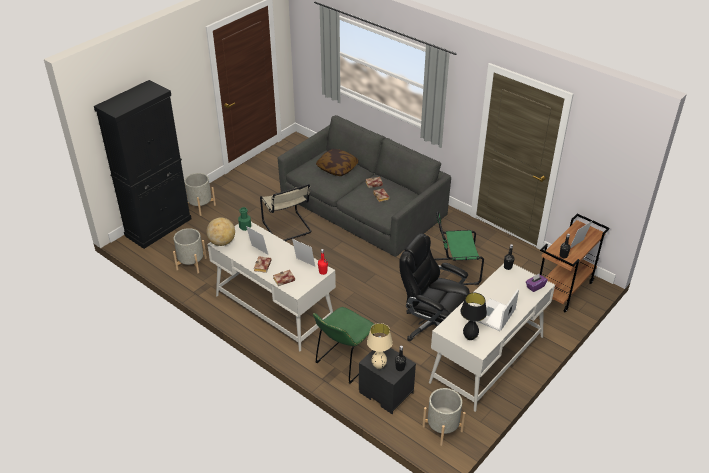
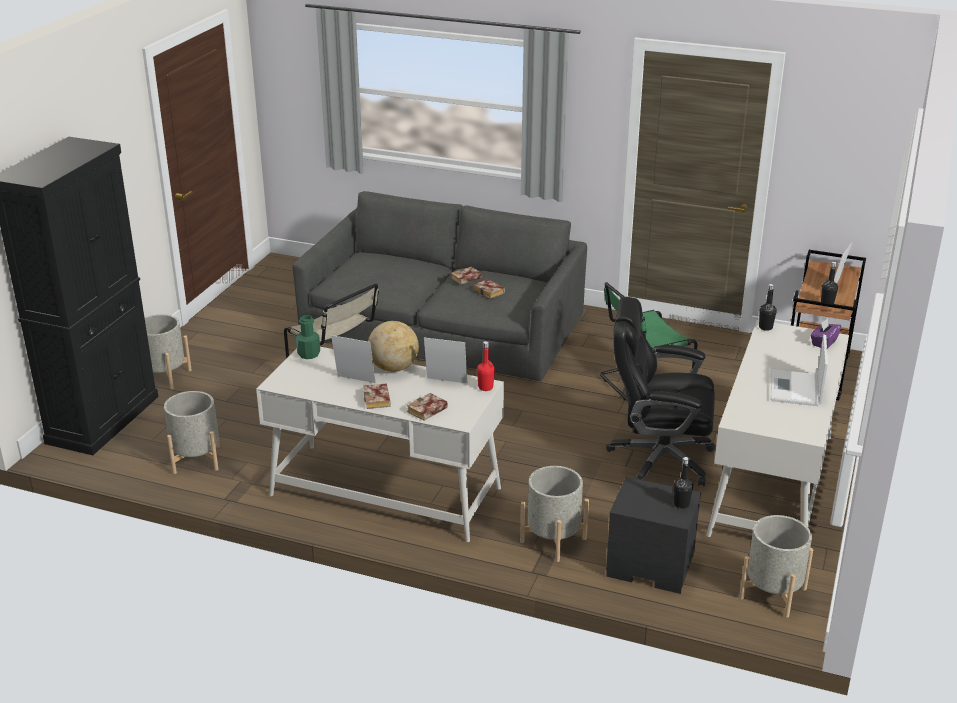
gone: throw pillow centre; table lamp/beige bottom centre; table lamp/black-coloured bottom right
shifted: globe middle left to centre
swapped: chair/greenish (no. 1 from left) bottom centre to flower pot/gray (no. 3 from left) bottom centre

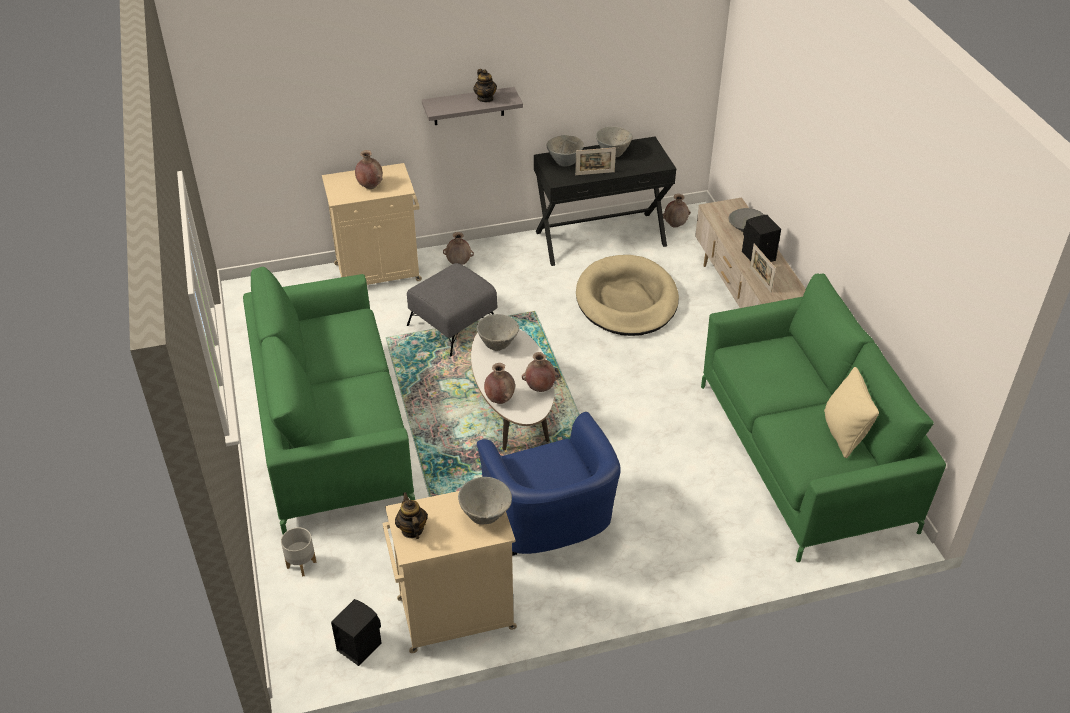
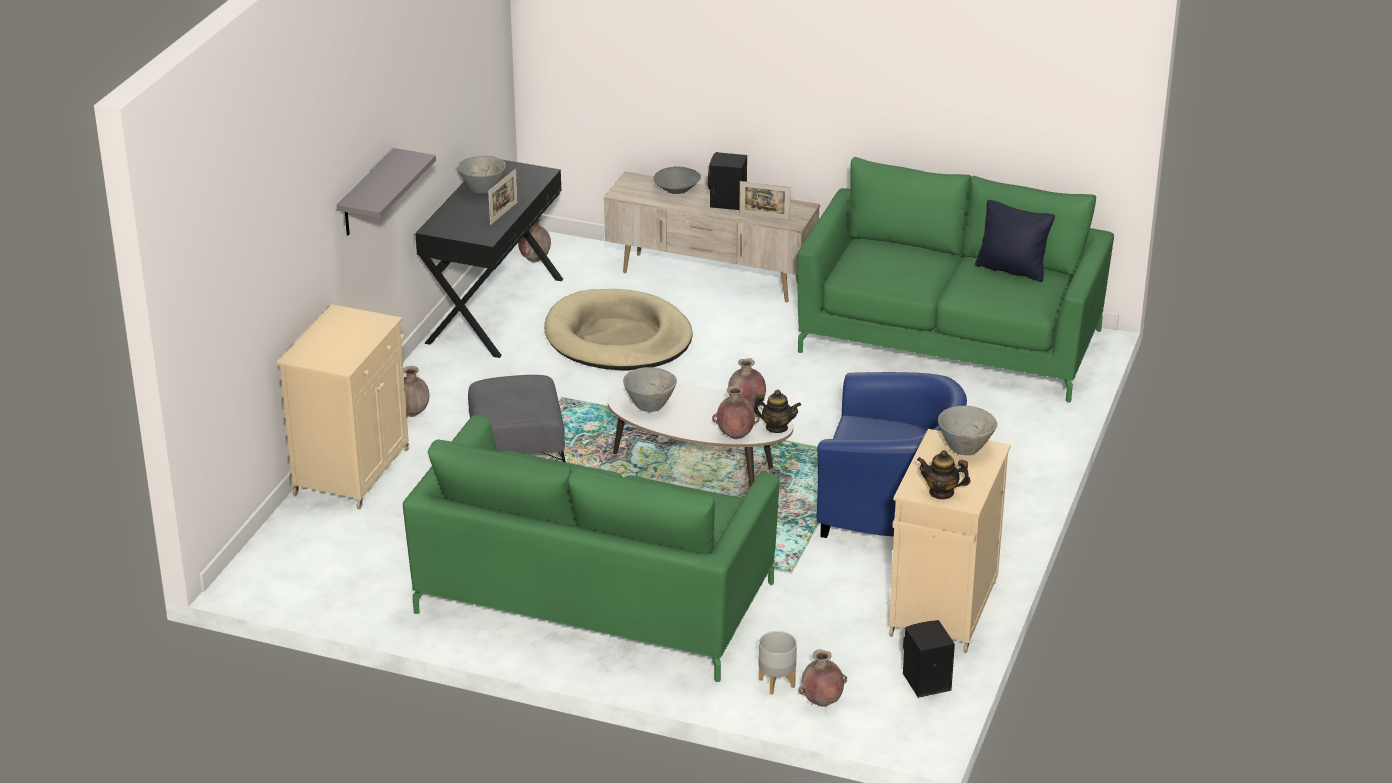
gone: bowl/gray (no. 3 from left) top centre
shifted: pot for tea (no. 2 from left in the first image) top centre to pot for tea (no. 1 from left) centre; flower vase/brownish (no. 1 from left in the first image) top centre to flower vase/brownish (no. 5 from left) bottom centre
repainted: throw pillow/beige middle right to throw pillow/black-coloured top right

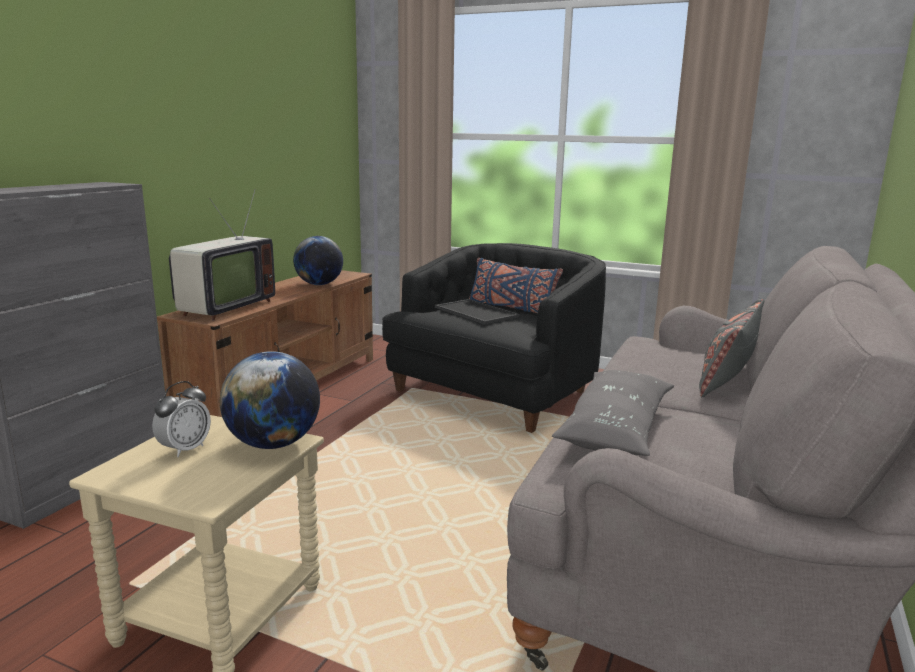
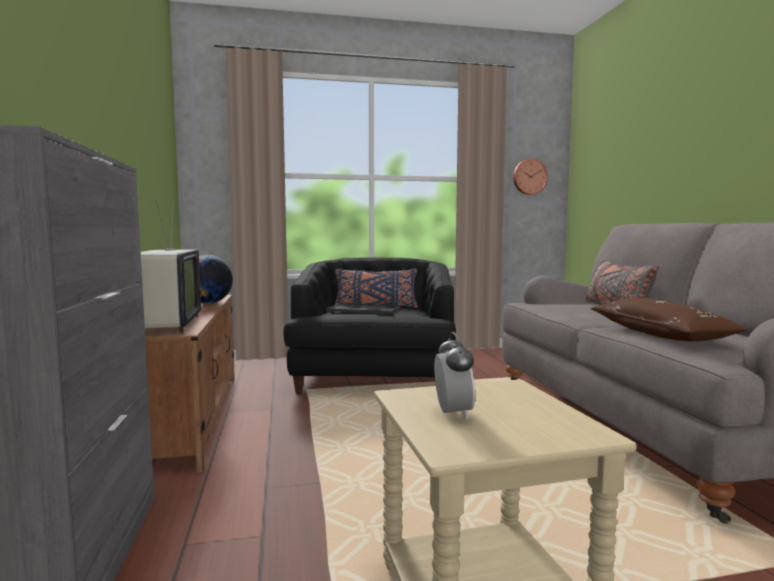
gone: globe (no. 1 from left) middle left
new: clock on the wall top right
repainted: throw pillow/gray (no. 1 from left) middle right to throw pillow/brownish middle right

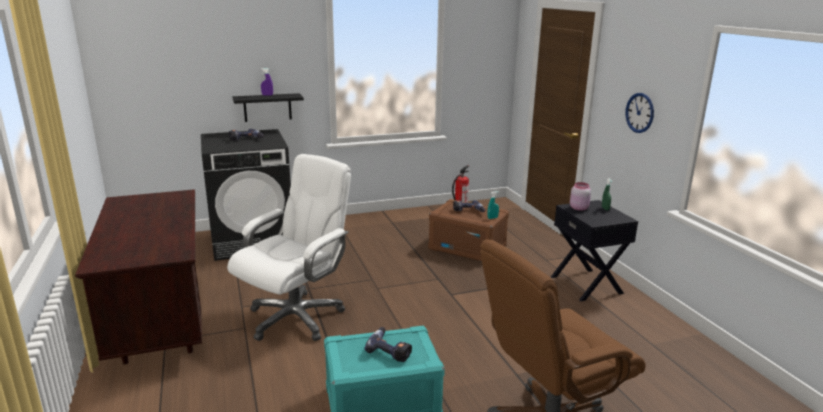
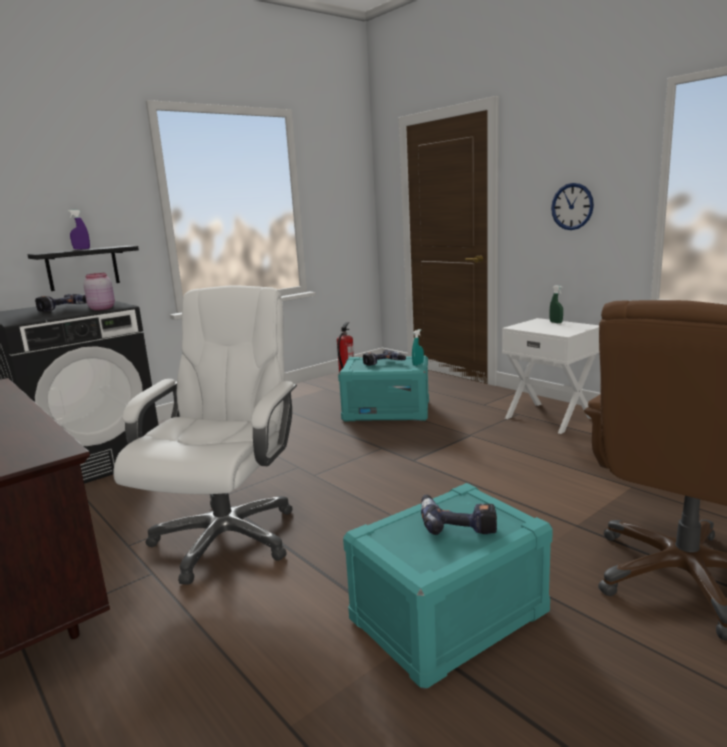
shifted: storage jar/pink middle right to middle left
repainted: storage bin/brownish centre to storage bin/blue-green (no. 1 from left) centre; night table/black-coloured middle right to night table/white middle right

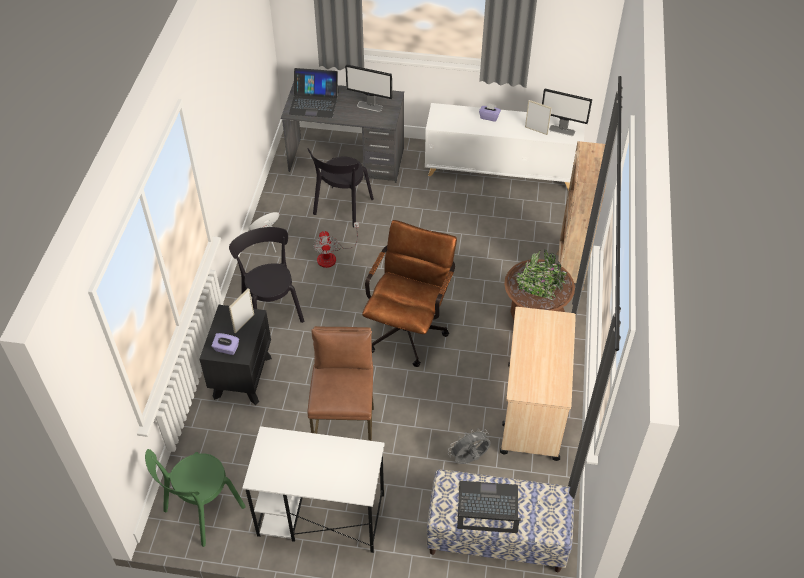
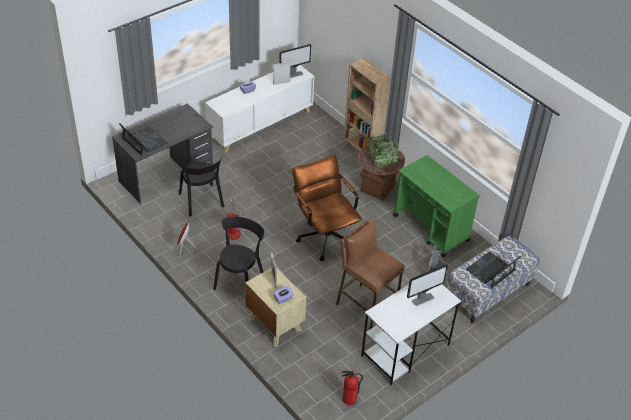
shifted: computer display (no. 1 from left in the first image) top centre to computer display (no. 2 from left) bottom right
swapped: chair/greenish bottom left to fire extinguisher bottom centre
repainted: night table/black-coloured middle left to night table/beige bottom centre; trolley/beige middle right to trolley/greenish middle right
rotated: laptop (no. 1 from left) top centre = top left 90 degrees counterclockwise; chair/black-coloured (no. 1 from left in the first image) middle left = centre 90 degrees clockwise

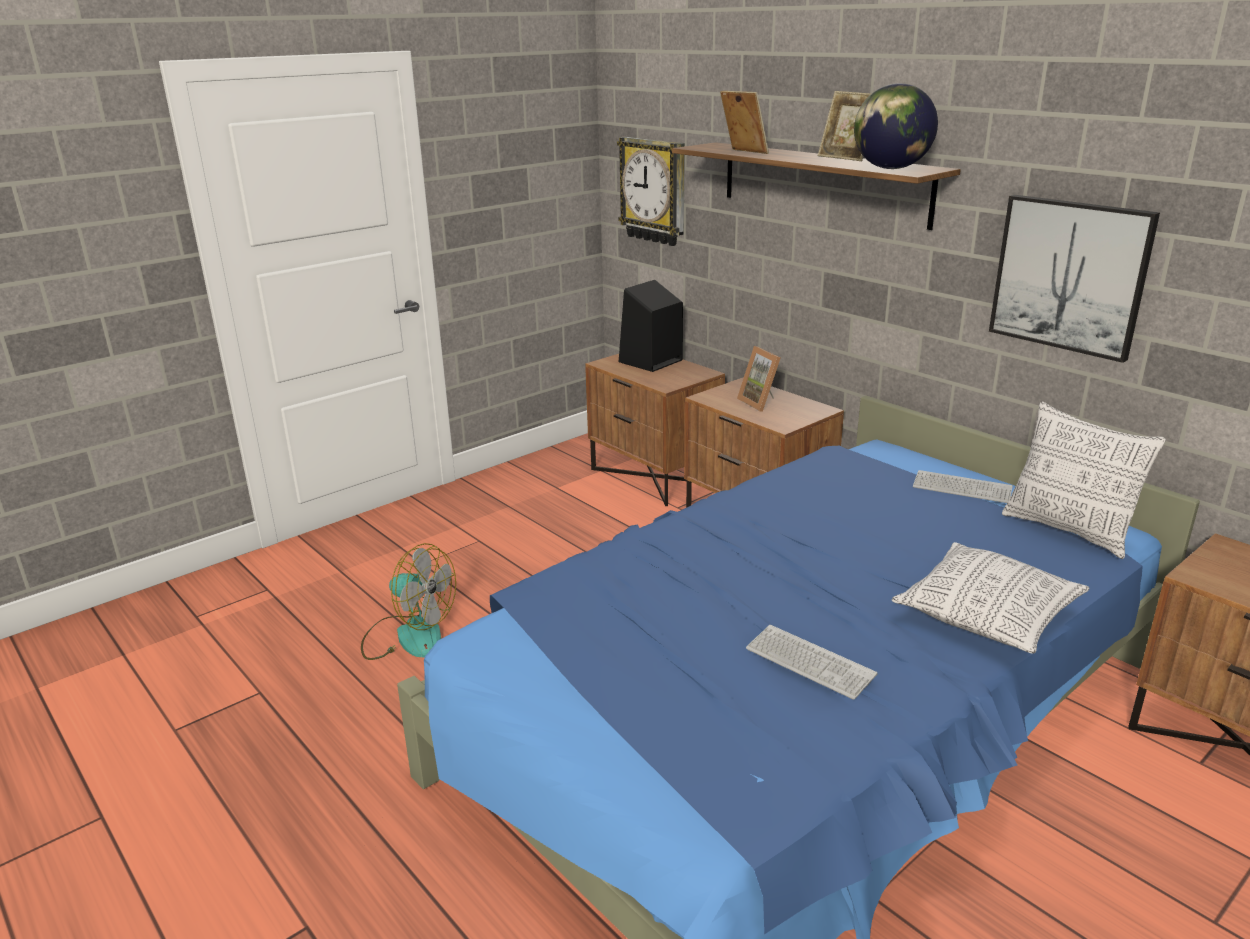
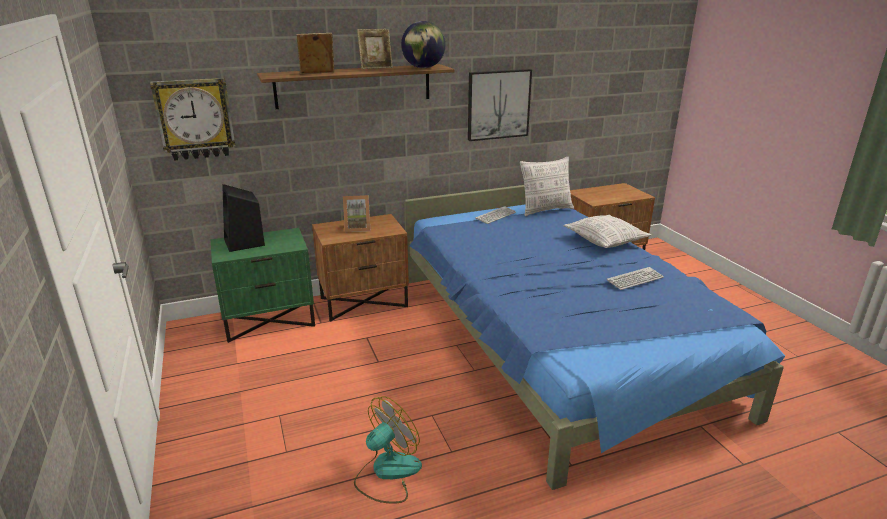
repainted: night table/brownish (no. 1 from left) centre to night table/greenish middle left

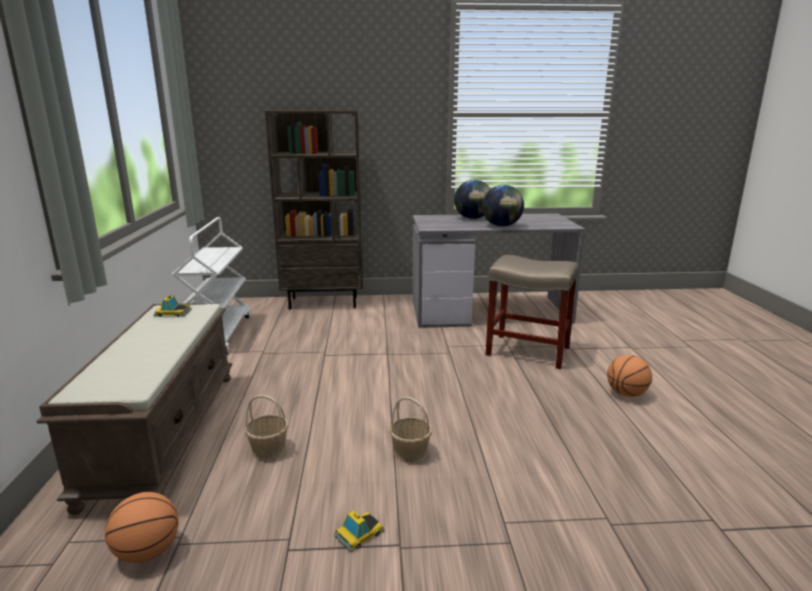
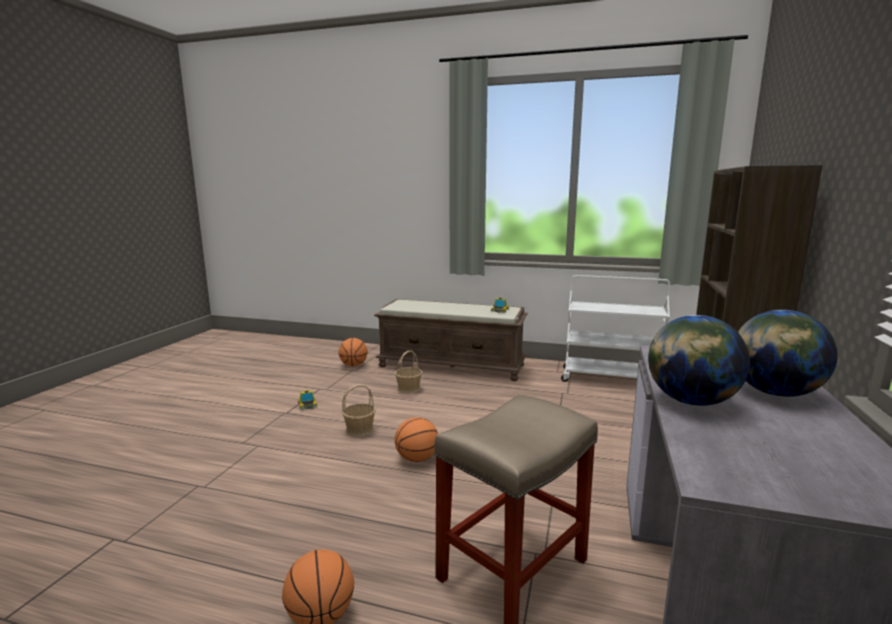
new: basketball (no. 3 from left) bottom centre

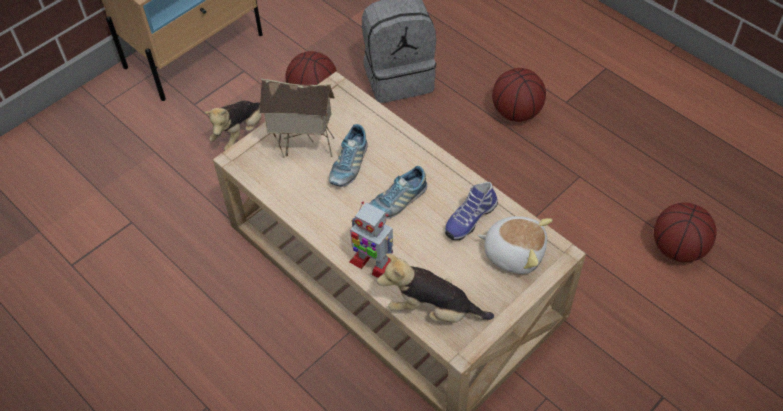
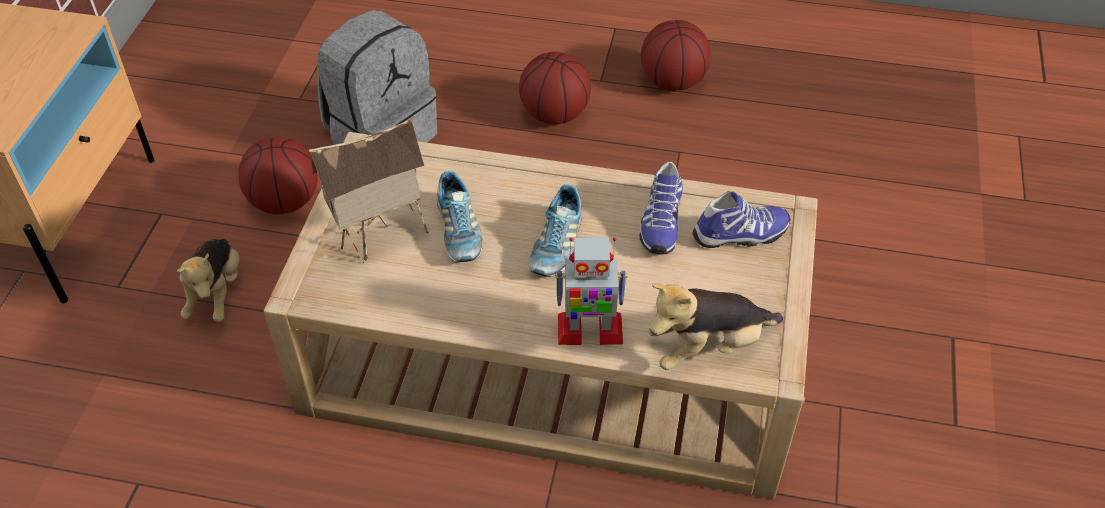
shifted: basketball (no. 3 from left) middle right to top centre
swapped: soft toy (no. 3 from left) centre to item of footwear (no. 4 from left) middle right

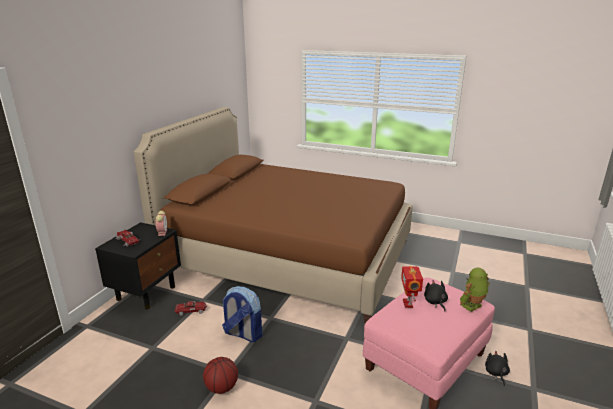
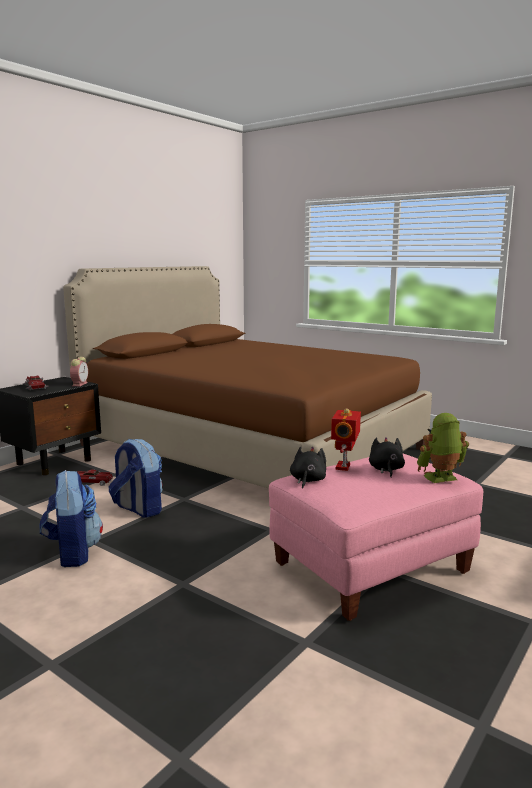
shifted: soft toy/black-coloured (no. 2 from left in the first image) bottom right to soft toy/black-coloured (no. 1 from left) centre
swapped: basketball bottom centre to knapsack (no. 1 from left) middle left

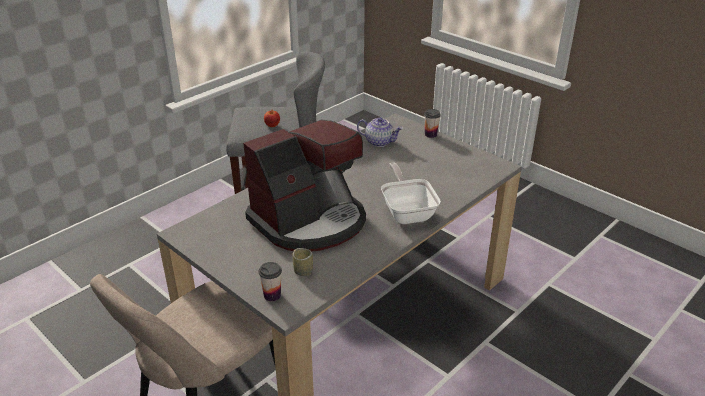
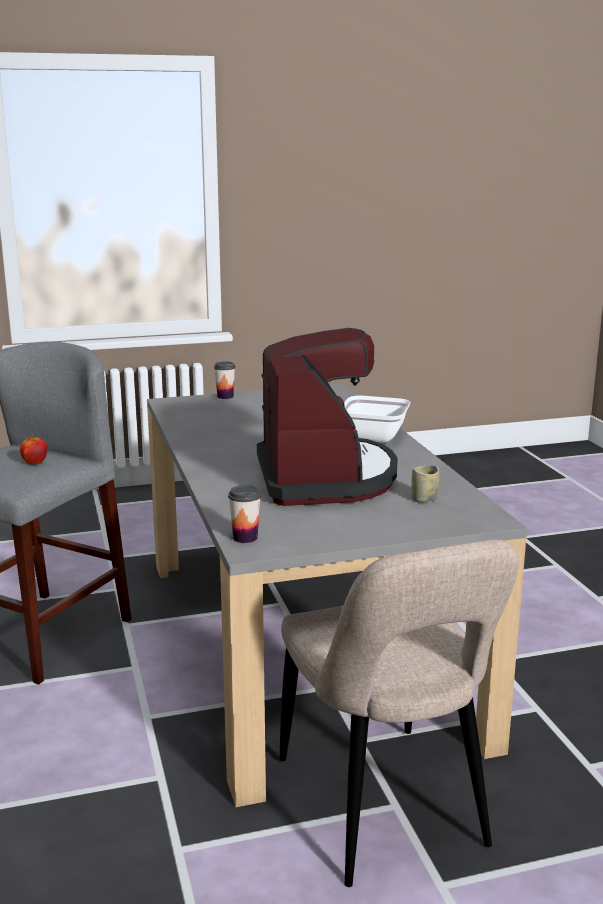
gone: pot for tea centre
shifted: drinking cup (no. 1 from left in the first image) bottom centre to drinking cup (no. 2 from left) centre

